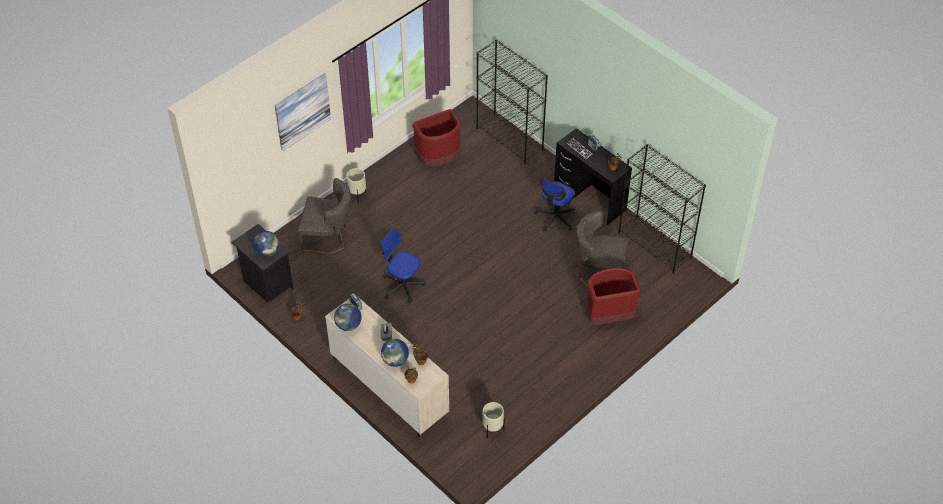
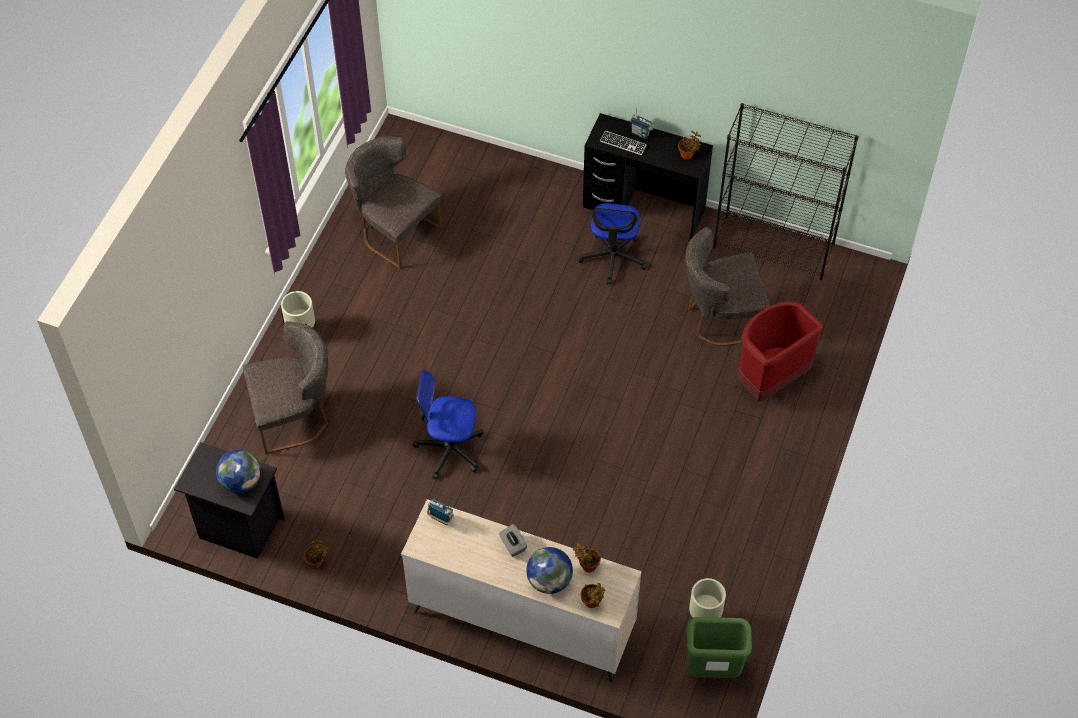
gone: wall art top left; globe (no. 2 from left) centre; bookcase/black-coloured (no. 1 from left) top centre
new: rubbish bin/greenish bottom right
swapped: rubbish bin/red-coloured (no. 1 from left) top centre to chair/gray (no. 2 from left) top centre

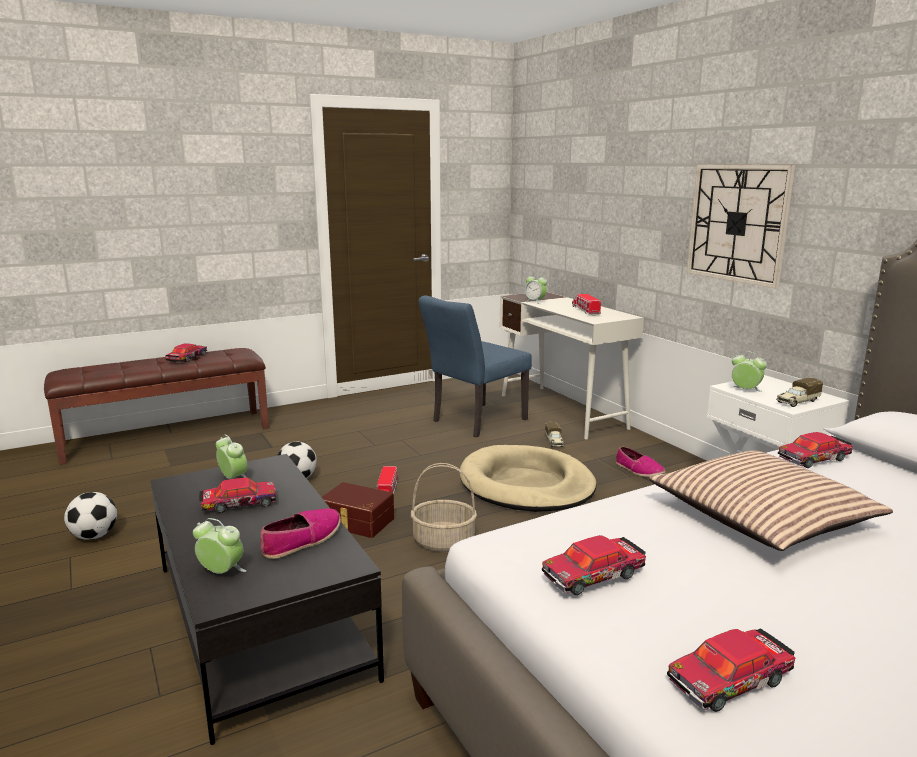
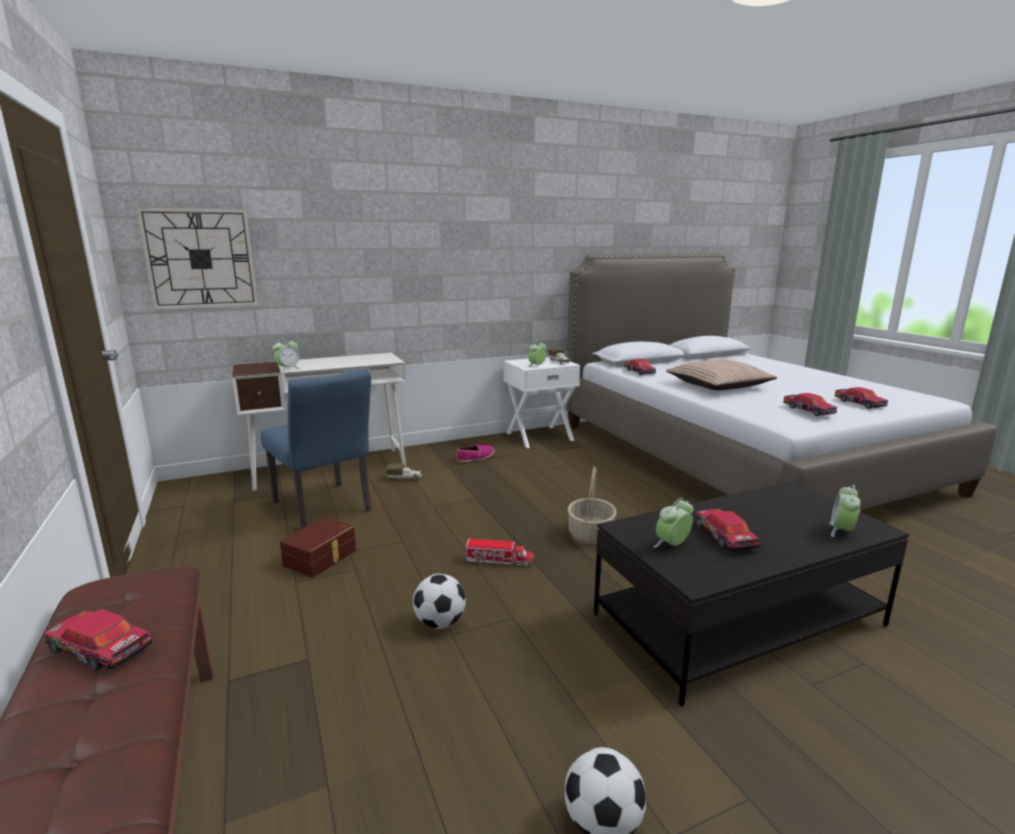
gone: item of footwear (no. 1 from left) bottom left; dog bed/beige centre; toy lorry (no. 3 from left) centre
shifted: clock on the wall top right to top left; storage bin/brownish bottom centre to middle left

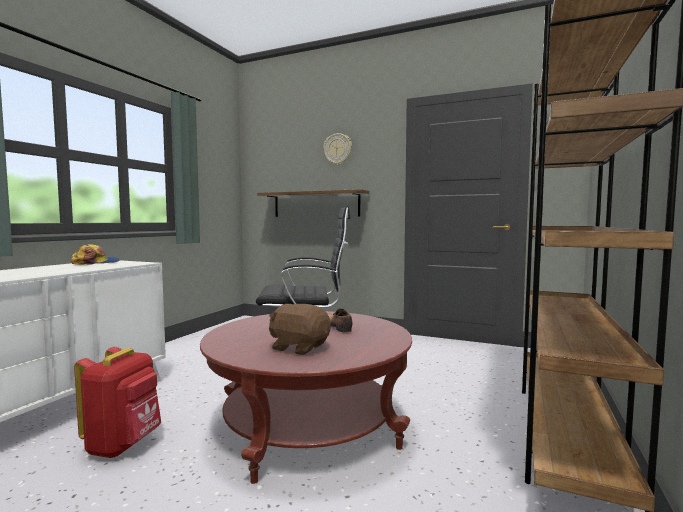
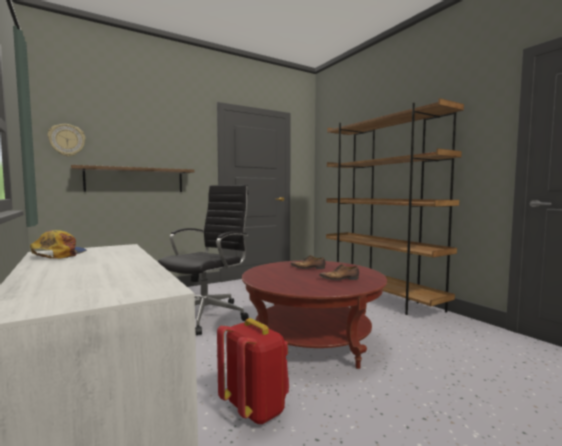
shifted: clock on the wall top centre to top left
swapped: soft toy/brownish centre to item of footwear (no. 2 from left) centre

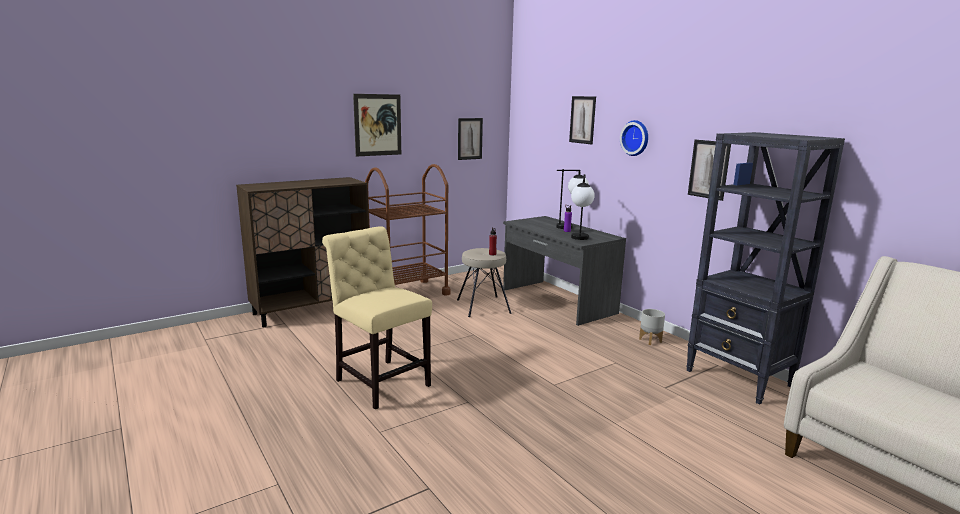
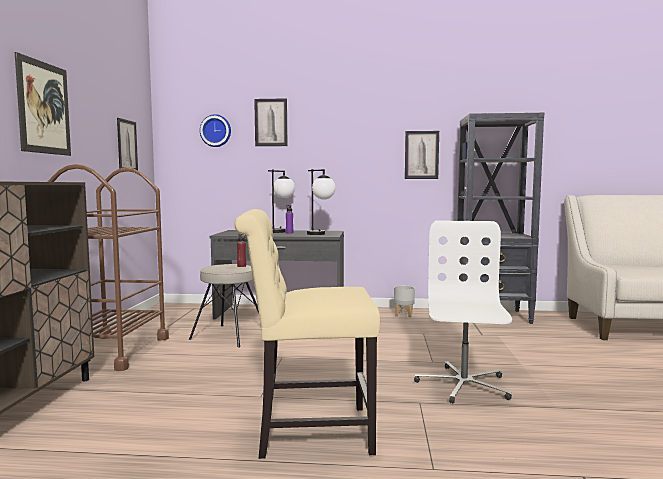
new: desk chair/white middle right
shifted: clock on the wall top centre to top left

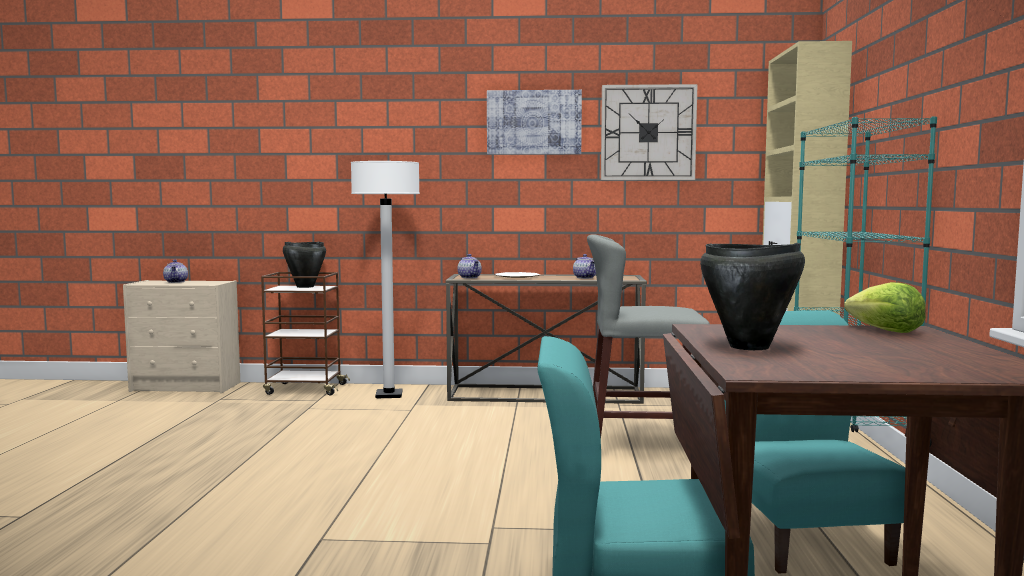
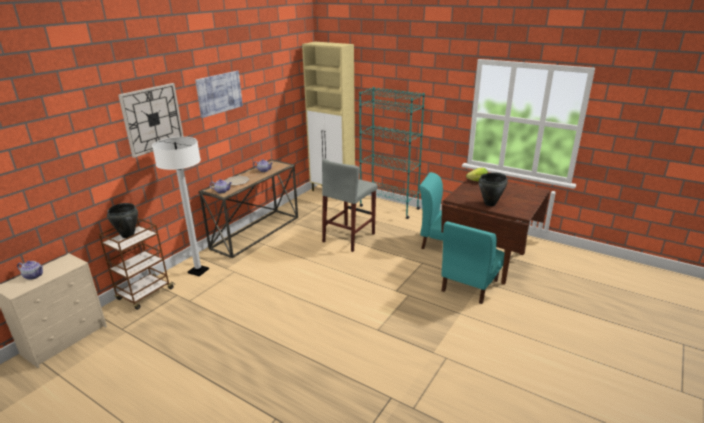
shifted: clock on the wall top centre to top left

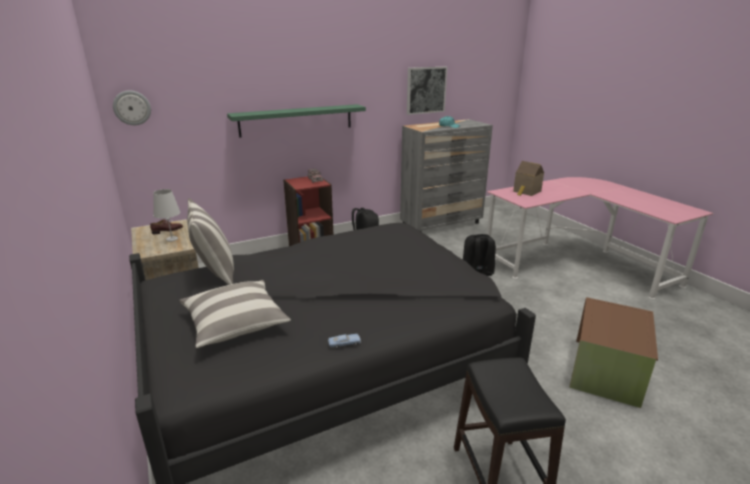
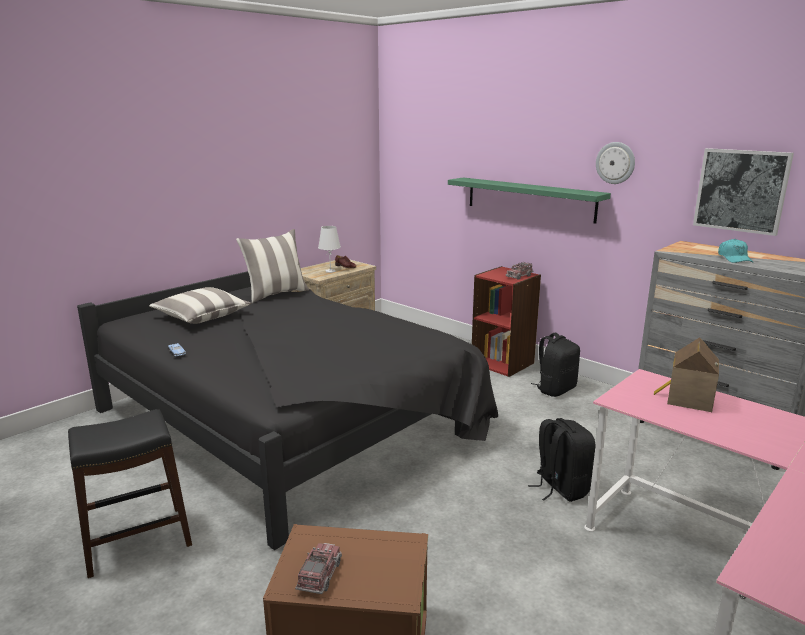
new: toy lorry (no. 1 from left) bottom centre
shifted: clock on the wall top left to top right

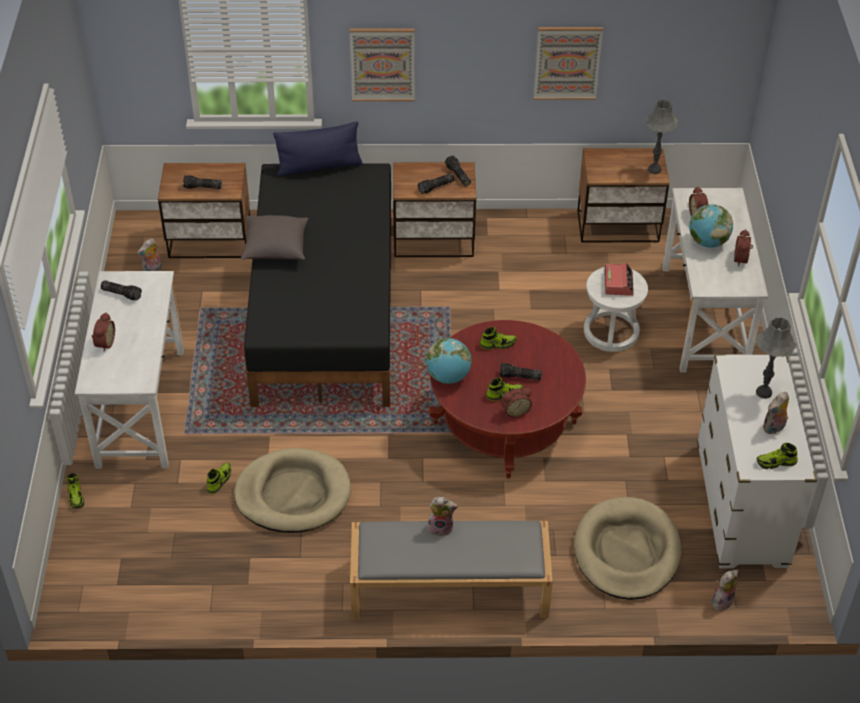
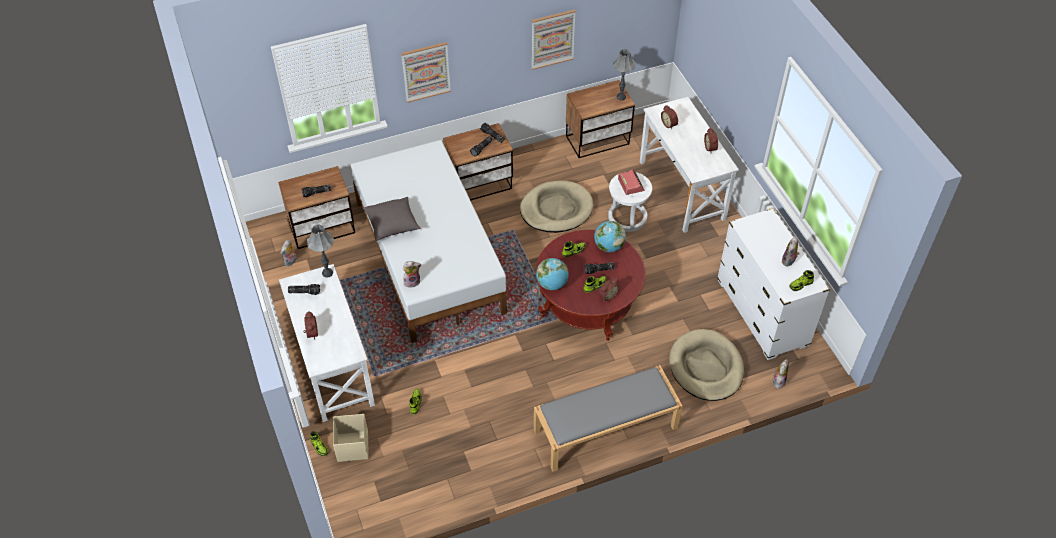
gone: throw pillow/blue top centre
new: storage bin/beige bottom left
shifted: table lamp/gray (no. 2 from left in the first image) middle right to table lamp/gray (no. 1 from left) middle left; soft toy (no. 2 from left) bottom centre to centre; dog bed/beige (no. 1 from left) bottom centre to centre; globe (no. 2 from left) top right to centre
repainted: sleeping bed/black-coloured centre to sleeping bed/white centre

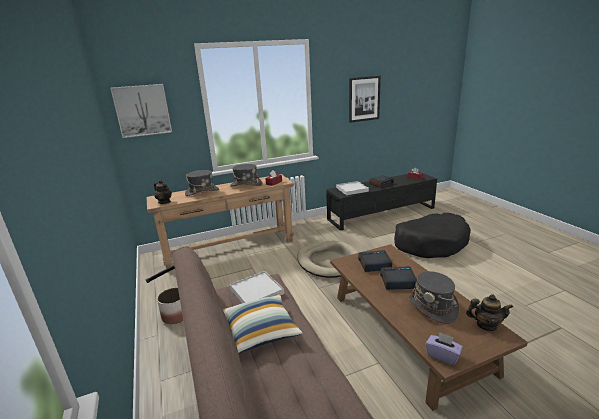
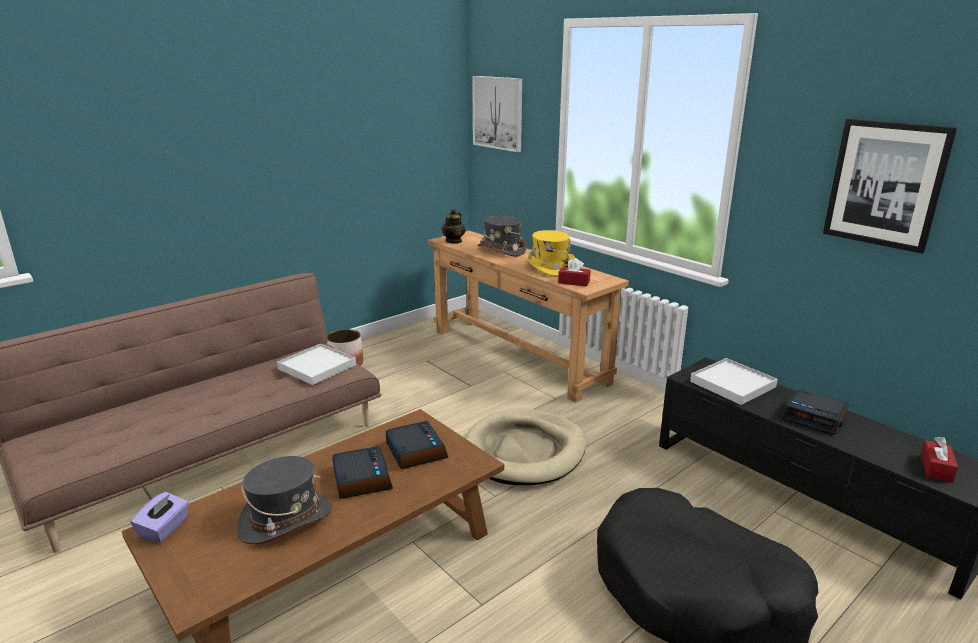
gone: throw pillow bottom centre; pot for tea (no. 2 from left) bottom right
repainted: clothing hat/gray (no. 2 from left) centre to clothing hat/yellow-coloured centre

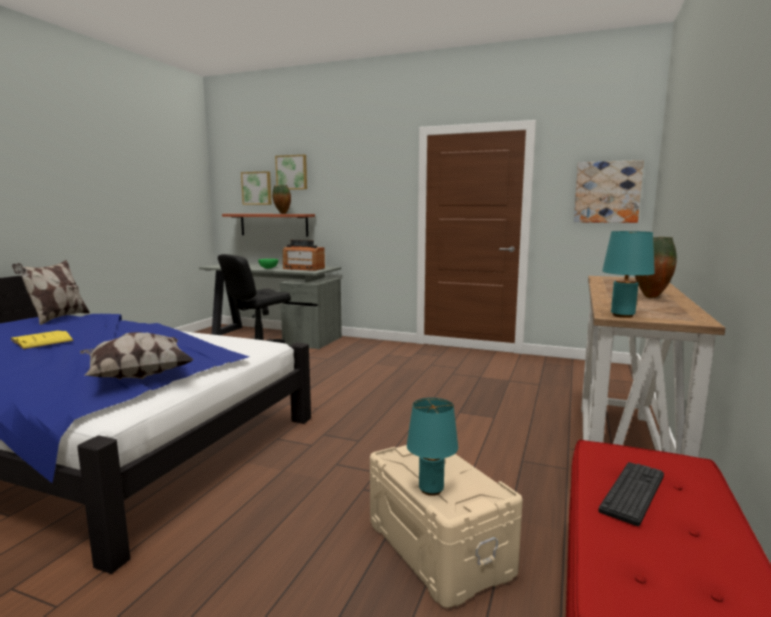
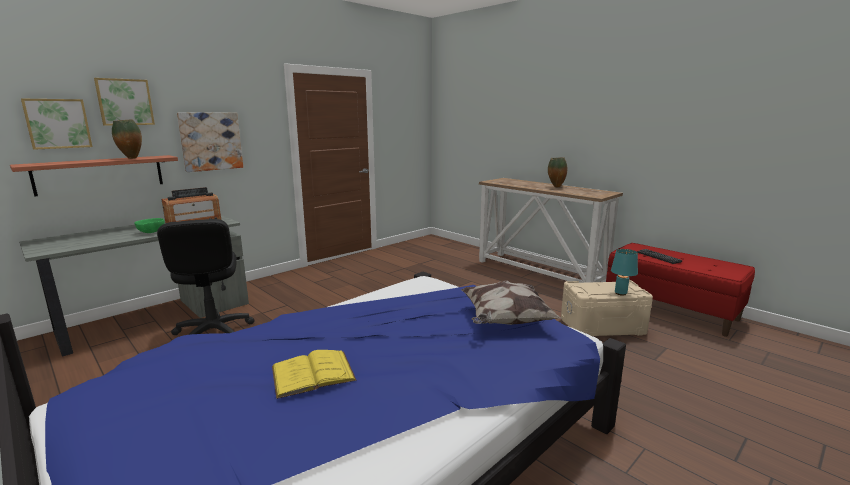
gone: throw pillow (no. 1 from left) middle left; table lamp/blue-green (no. 2 from left) middle right
shifted: wall art (no. 3 from left) top right to top left

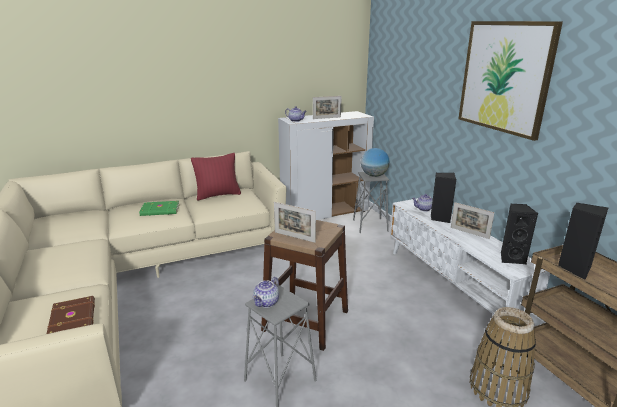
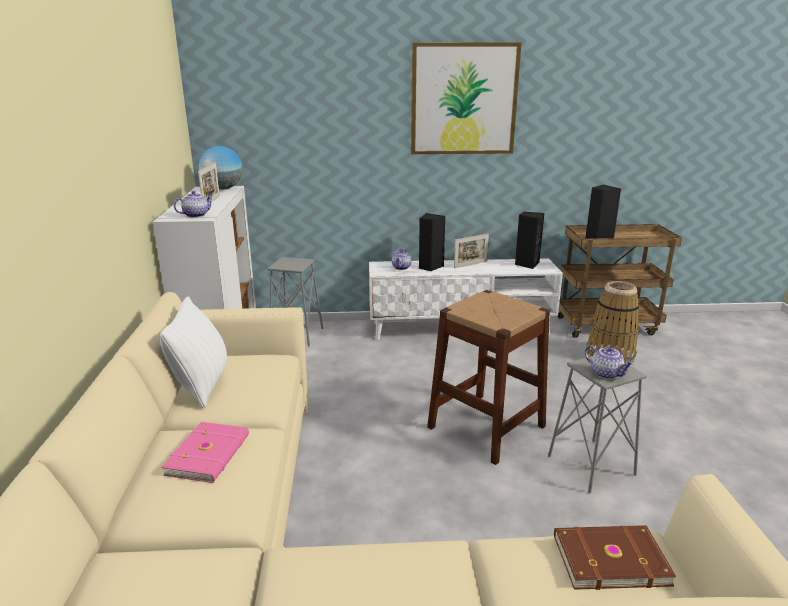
gone: standing frame (no. 1 from left) centre
shifted: globe centre to top left
repainted: throw pillow/red-coloured centre to throw pillow/white middle left; bound book/greenish middle left to bound book/pink bottom left

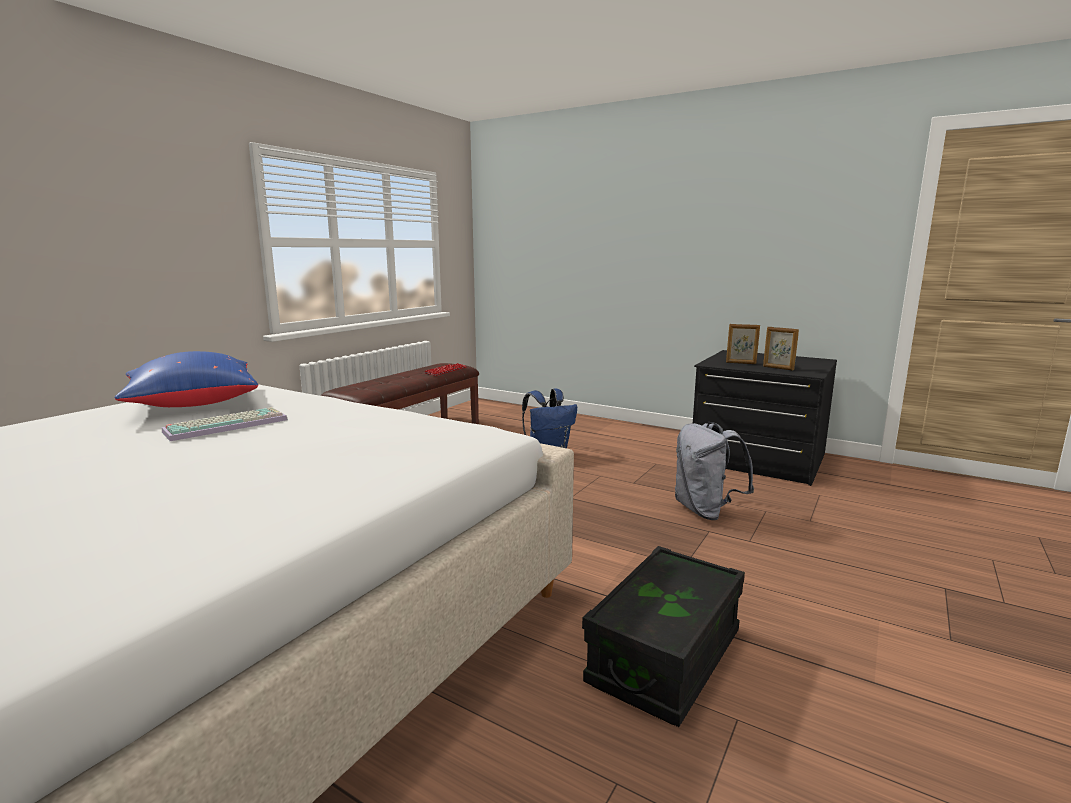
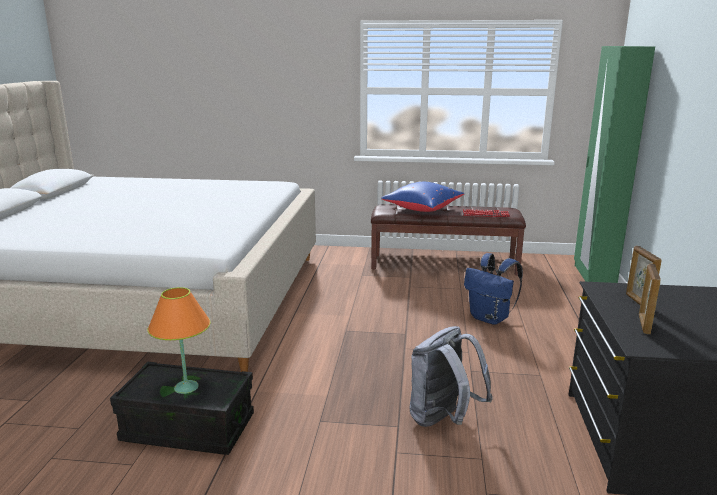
gone: PC keyboard (no. 1 from left) middle left
new: table lamp/orange-coloured bottom left; armoire/greenish top right
shifted: throw pillow/blue middle left to centre

